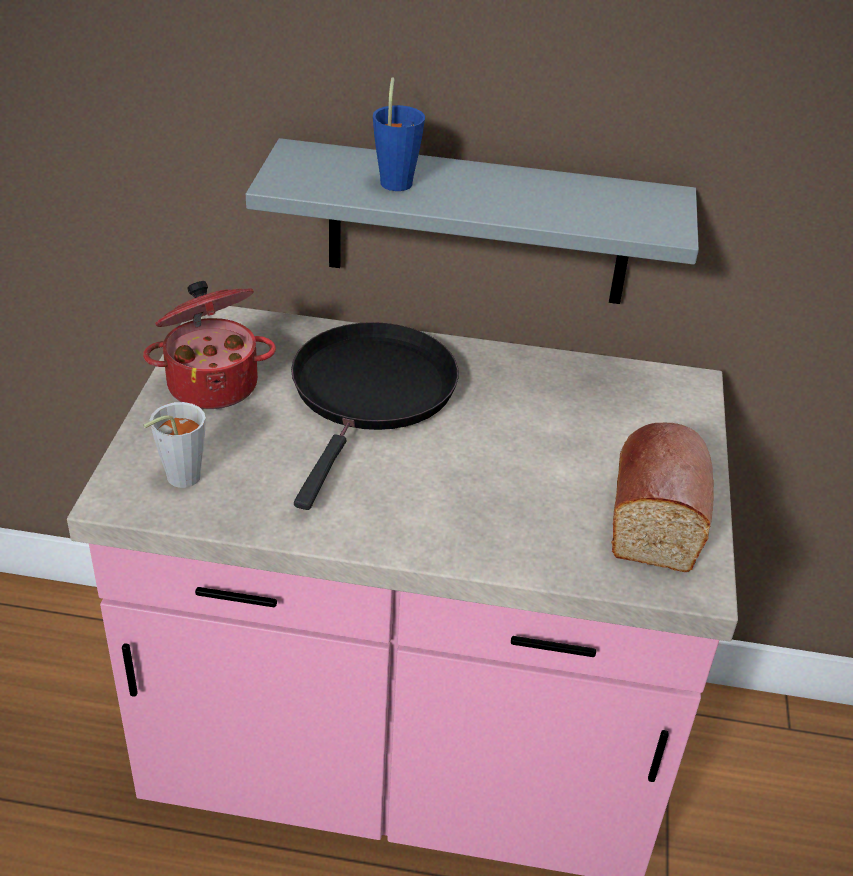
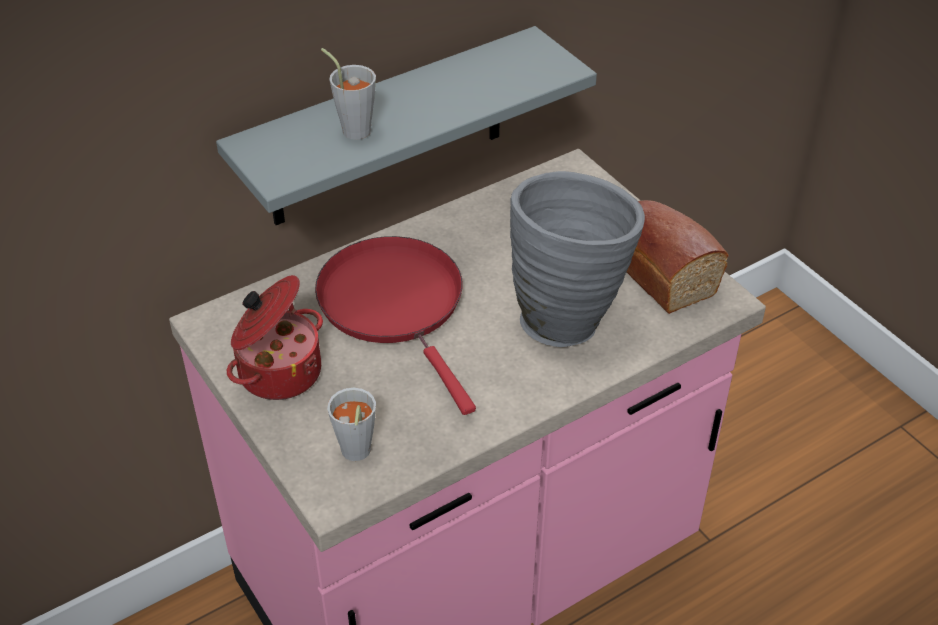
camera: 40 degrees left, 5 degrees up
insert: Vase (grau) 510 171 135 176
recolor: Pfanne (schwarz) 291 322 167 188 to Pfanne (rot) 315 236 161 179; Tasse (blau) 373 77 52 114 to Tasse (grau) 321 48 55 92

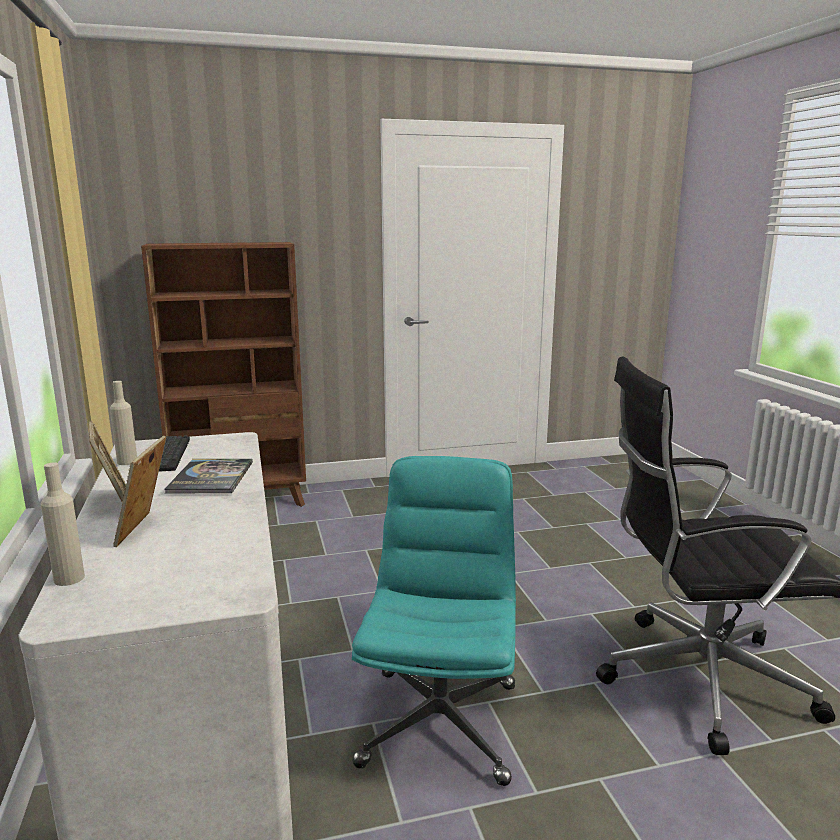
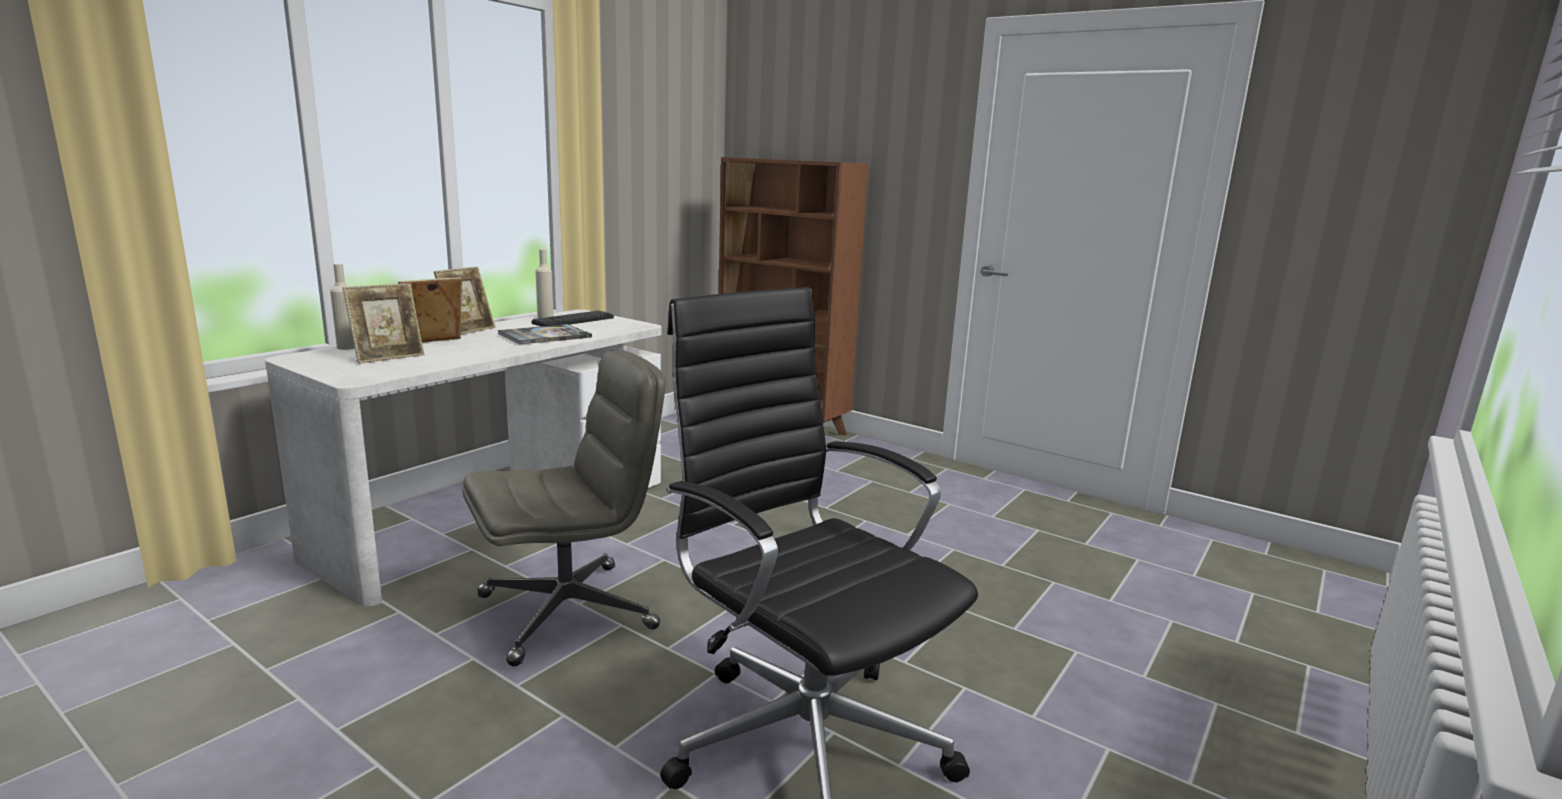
camera: 50 degrees right, 0 degrees up
insert: Bilderrahmen 343 283 81 81
recolor: Bürostuhl (türkis) 352 456 164 330 to Bürostuhl (grau) 462 350 203 317

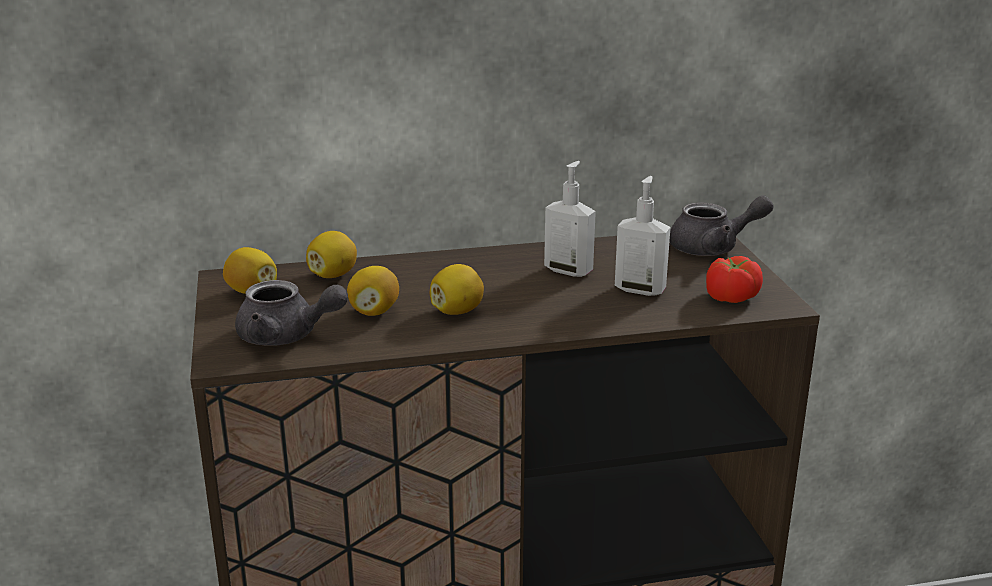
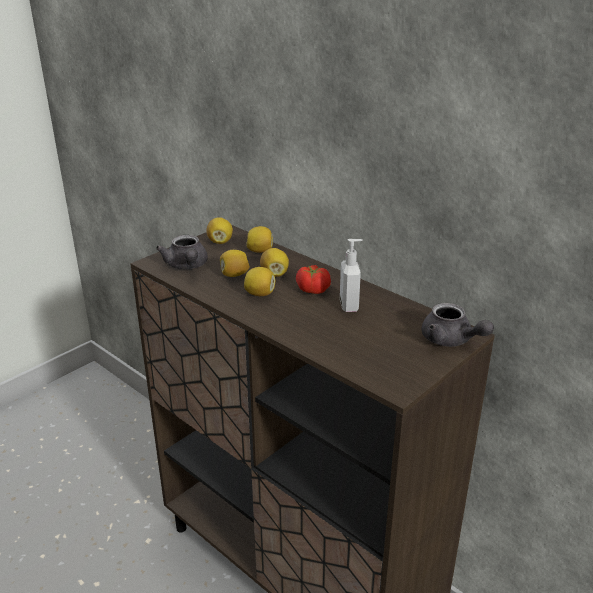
camera: 55 degrees right, 5 degrees up
delete: Seifenspender 615 176 56 120
insert: Zitrone 260 248 29 29
move: Tomate 706 256 57 47 to 296 265 35 29

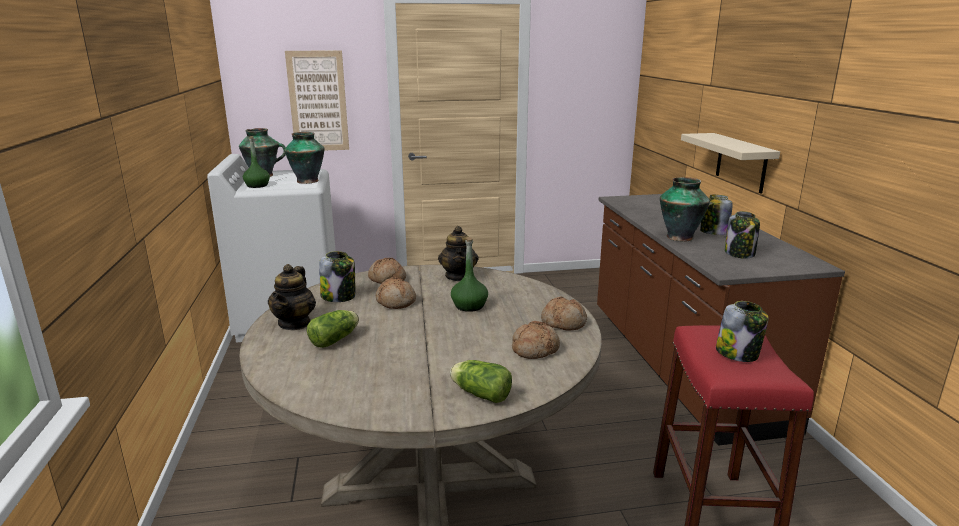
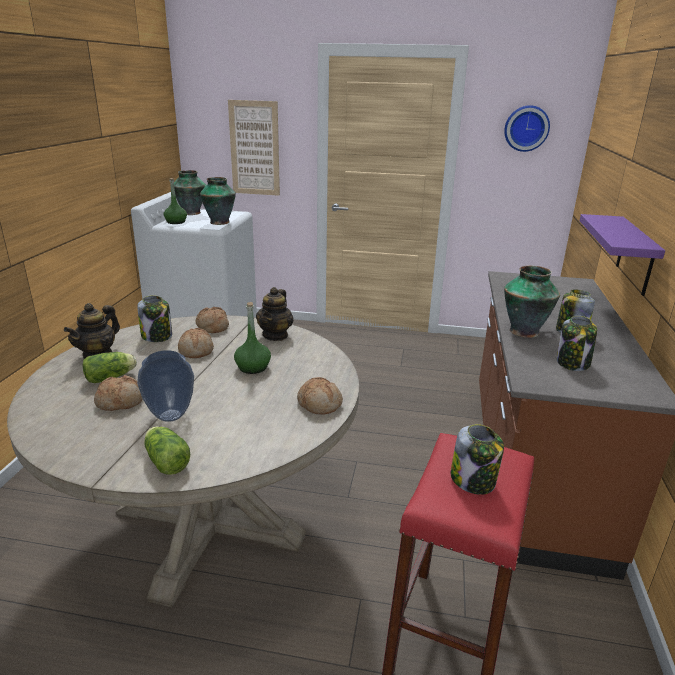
camera: 20 degrees right, 5 degrees up
insert: Vase 137 350 57 72; Wanduhr 504 105 46 47
move: Brot 512 321 48 38 to 94 375 49 36
recolor: Wandregal (beige) 681 133 99 60 to Wandregal (lila) 579 214 86 82

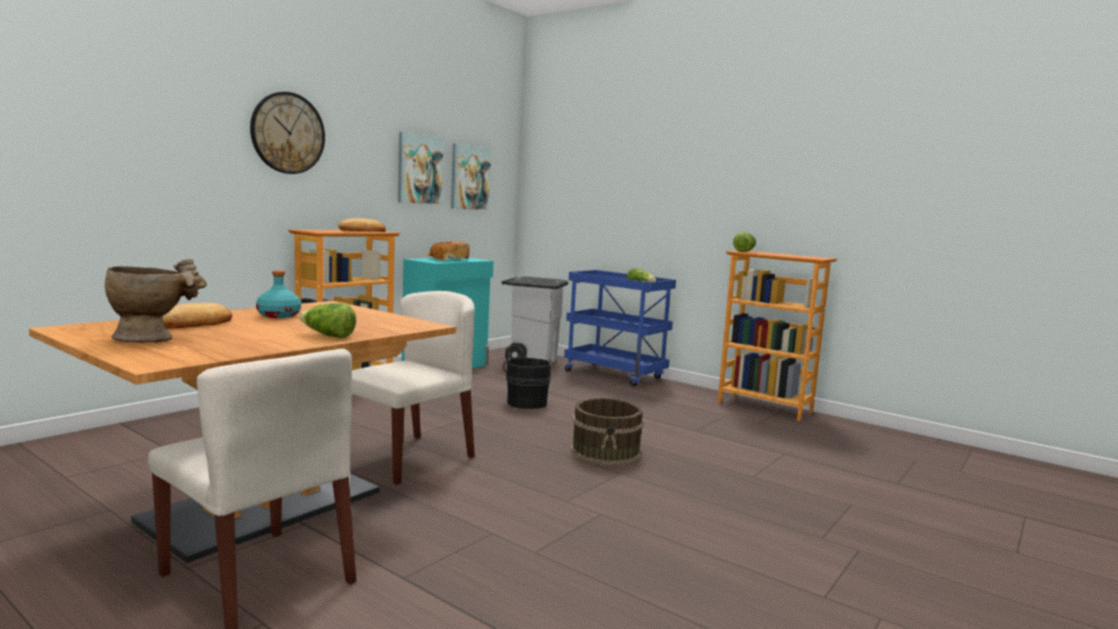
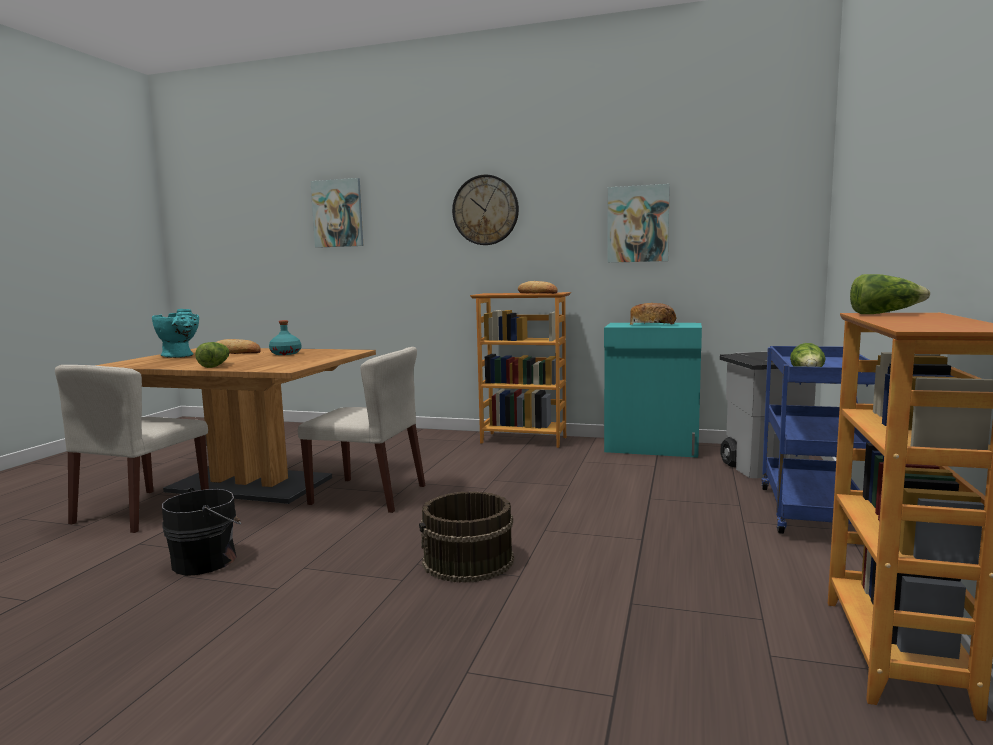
camera: 70 degrees right, 0 degrees up
move: Bild 451 143 40 67 to 311 178 52 70; Eimer (schwarz) 503 357 49 52 to 162 488 79 88
recolor: Vase (beige) 105 259 102 84 to Vase (türkis) 152 309 47 49

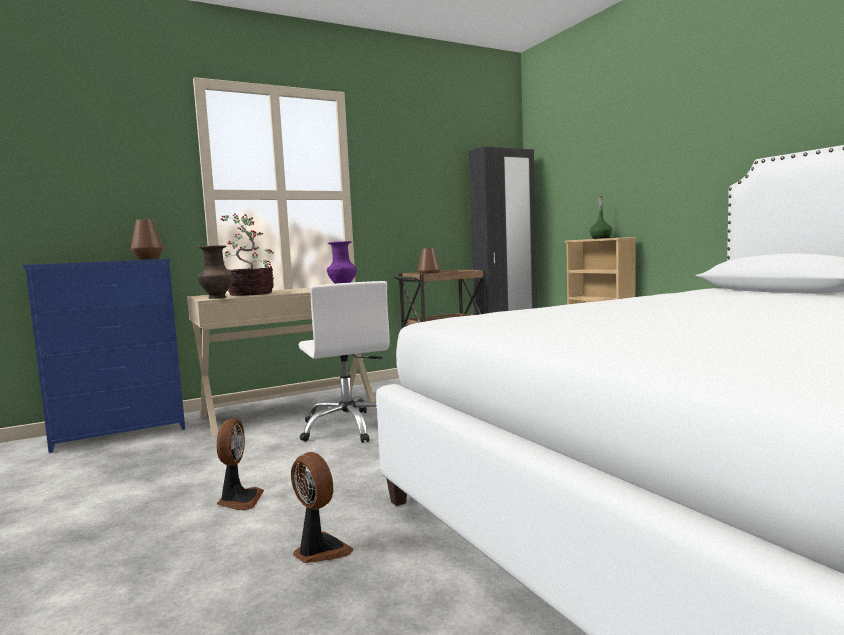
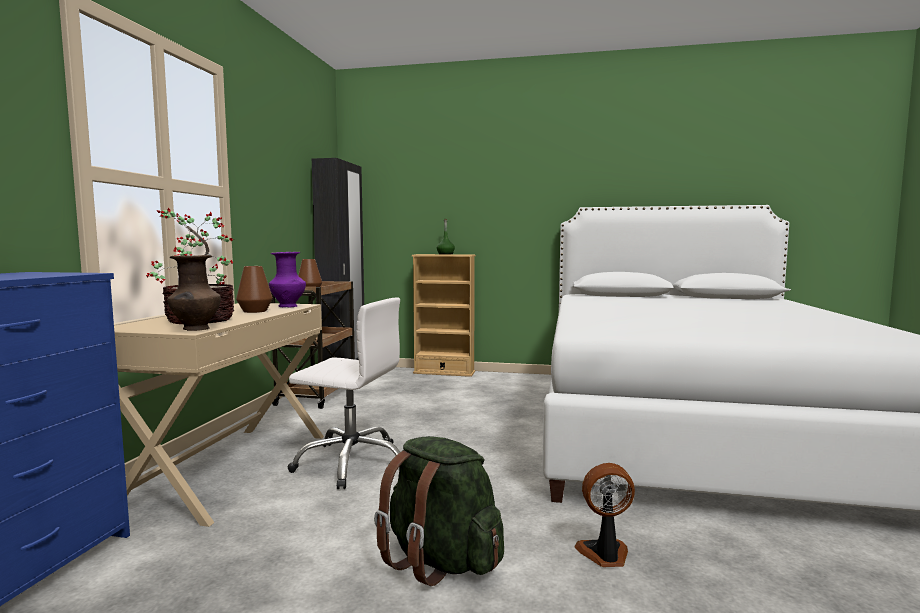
camera: 50 degrees left, 0 degrees up
move: Vase (braun) 131 219 33 41 to 236 266 37 47
replace: Ventilator 216 419 48 91 to Rucksack (grün) 374 436 130 150

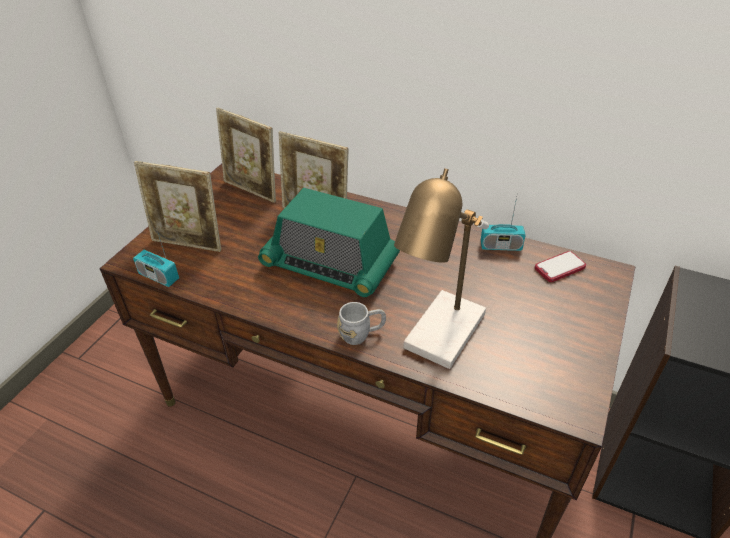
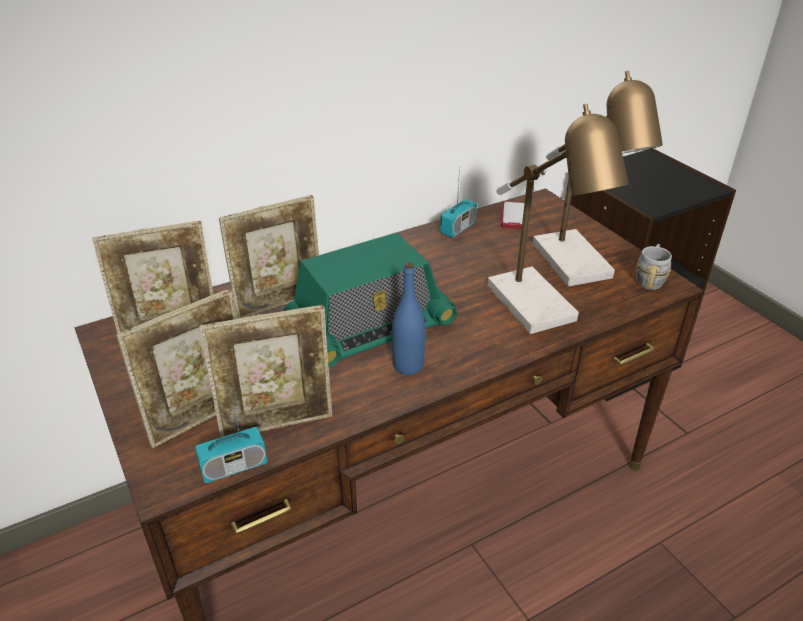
camera: 55 degrees left, 5 degrees down
insert: Bilderrahmen 200 305 133 133; Flasche (blau) 392 262 33 113; Tischlampe 533 71 130 216
move: Henkelbecher (grau) 337 302 49 43 to 636 244 36 46

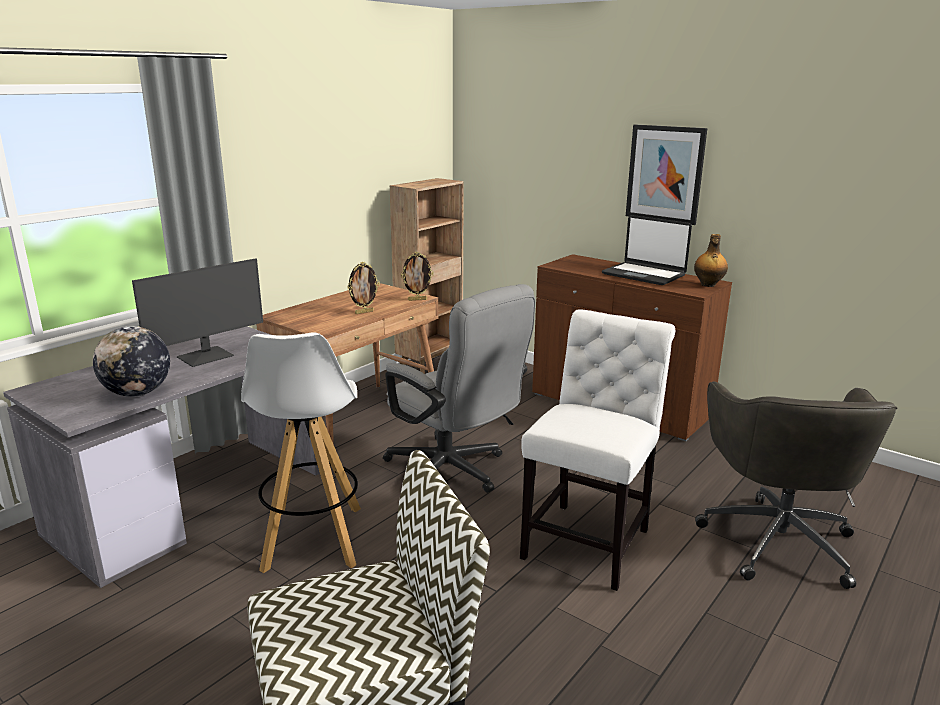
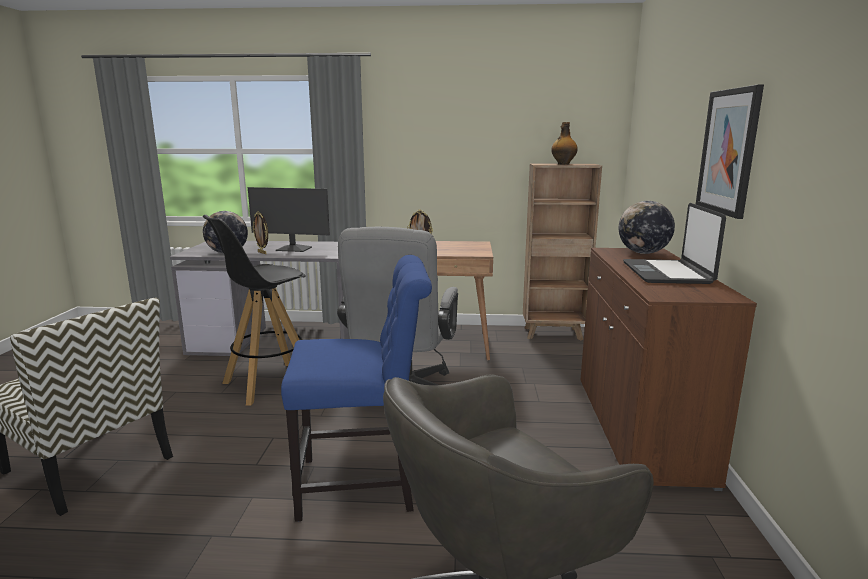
camera: 55 degrees right, 5 degrees down
insert: Globus 619 201 56 53
move: Bilderrahmen 401 252 33 49 to 252 211 16 43; Flasche 694 234 34 53 to 551 122 27 43
recolor: Hocker (weiß) 241 332 120 241 to Hocker (schwarz) 203 215 103 191; Stuhl (weiß) 520 309 155 282 to Stuhl (blau) 281 255 151 267

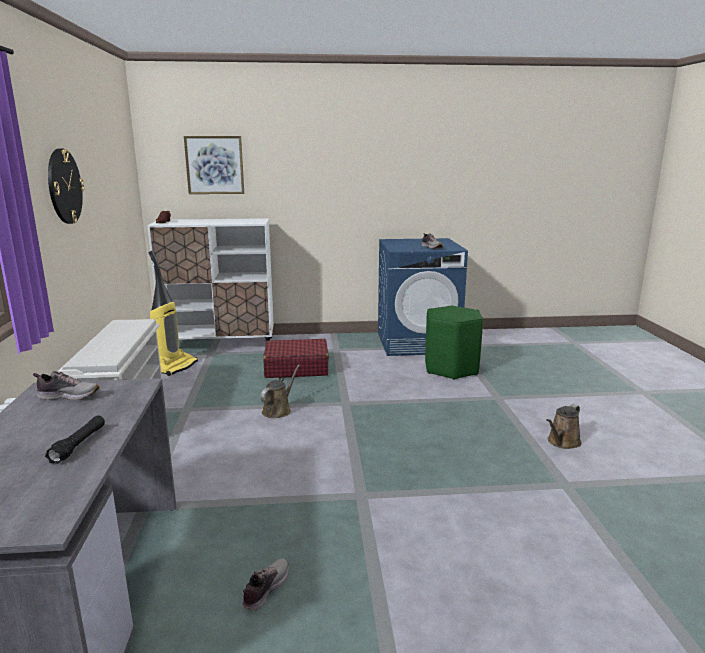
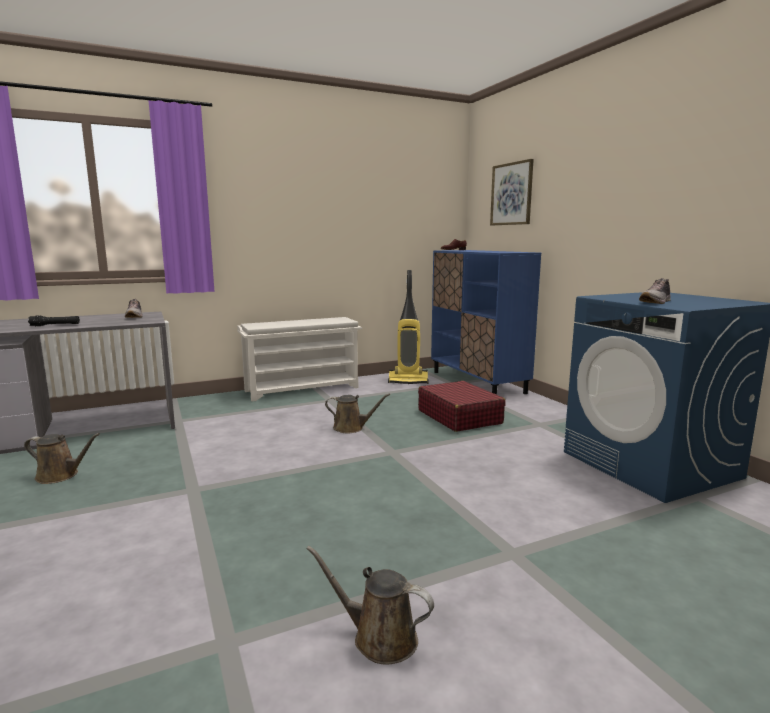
camera: 70 degrees right, 5 degrees down
delete: Wanduhr 48 148 36 76; Hocker (grün) 425 306 58 74
replace: Schuh 243 558 46 53 to Gießkanne (braun) 24 433 76 51
recolor: Schrank (weiß) 147 218 127 123 to Schrank (blau) 431 250 110 145

